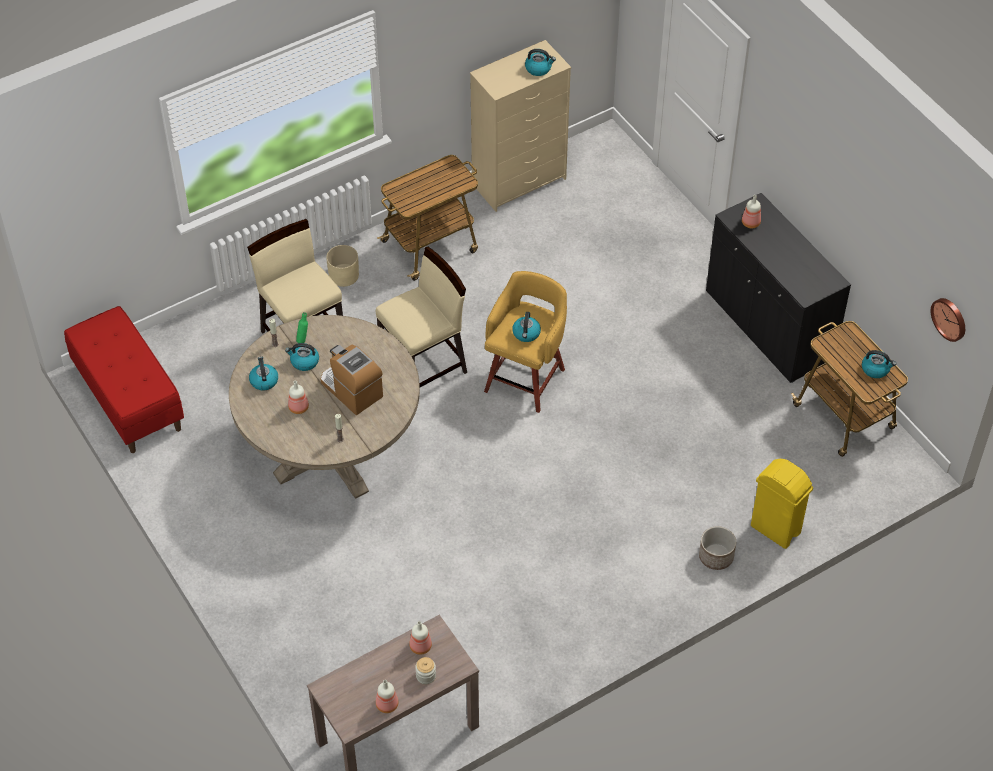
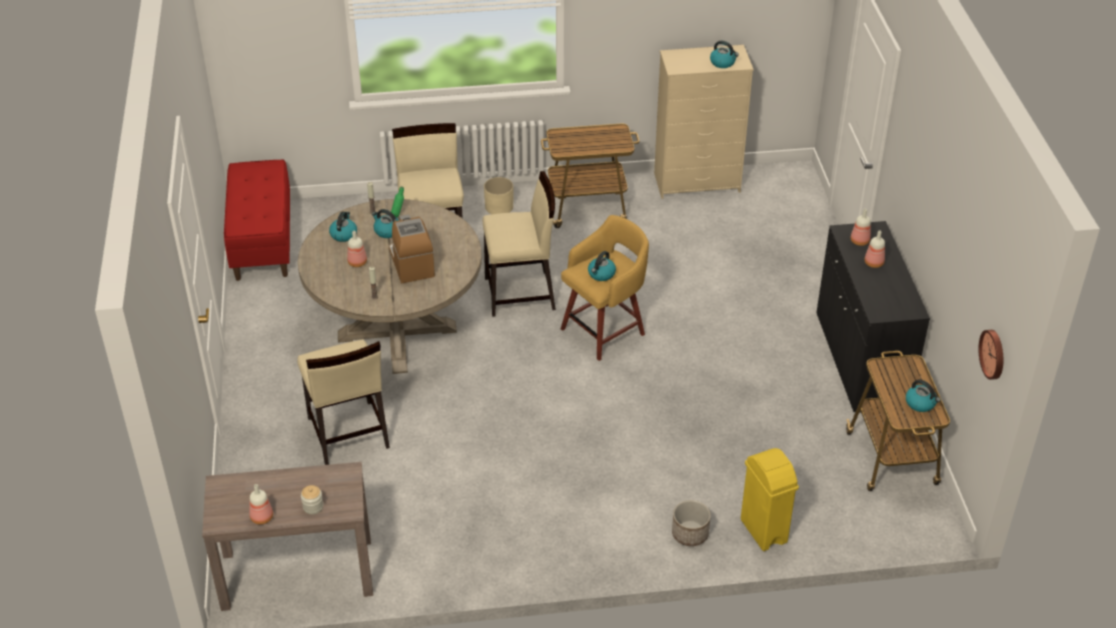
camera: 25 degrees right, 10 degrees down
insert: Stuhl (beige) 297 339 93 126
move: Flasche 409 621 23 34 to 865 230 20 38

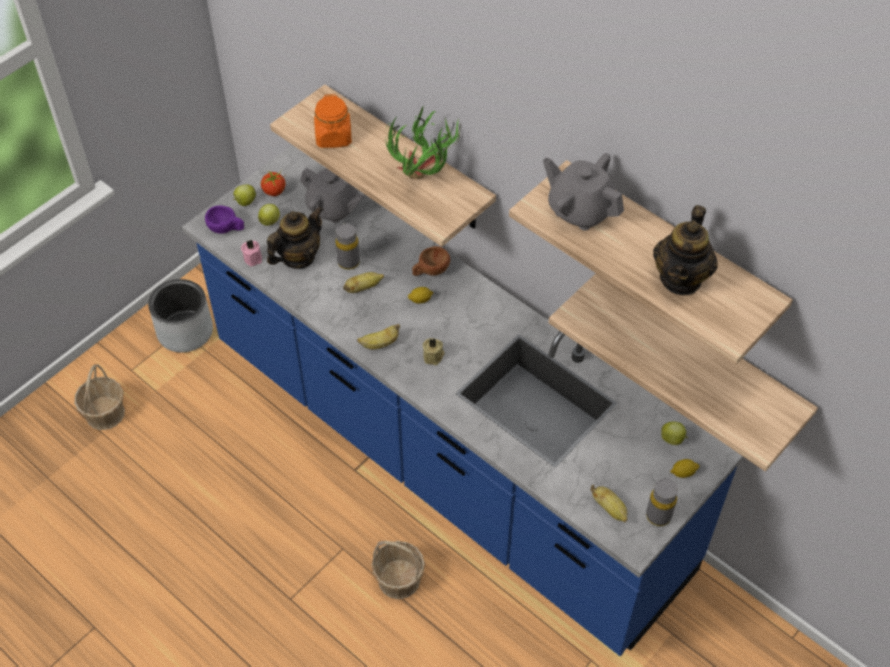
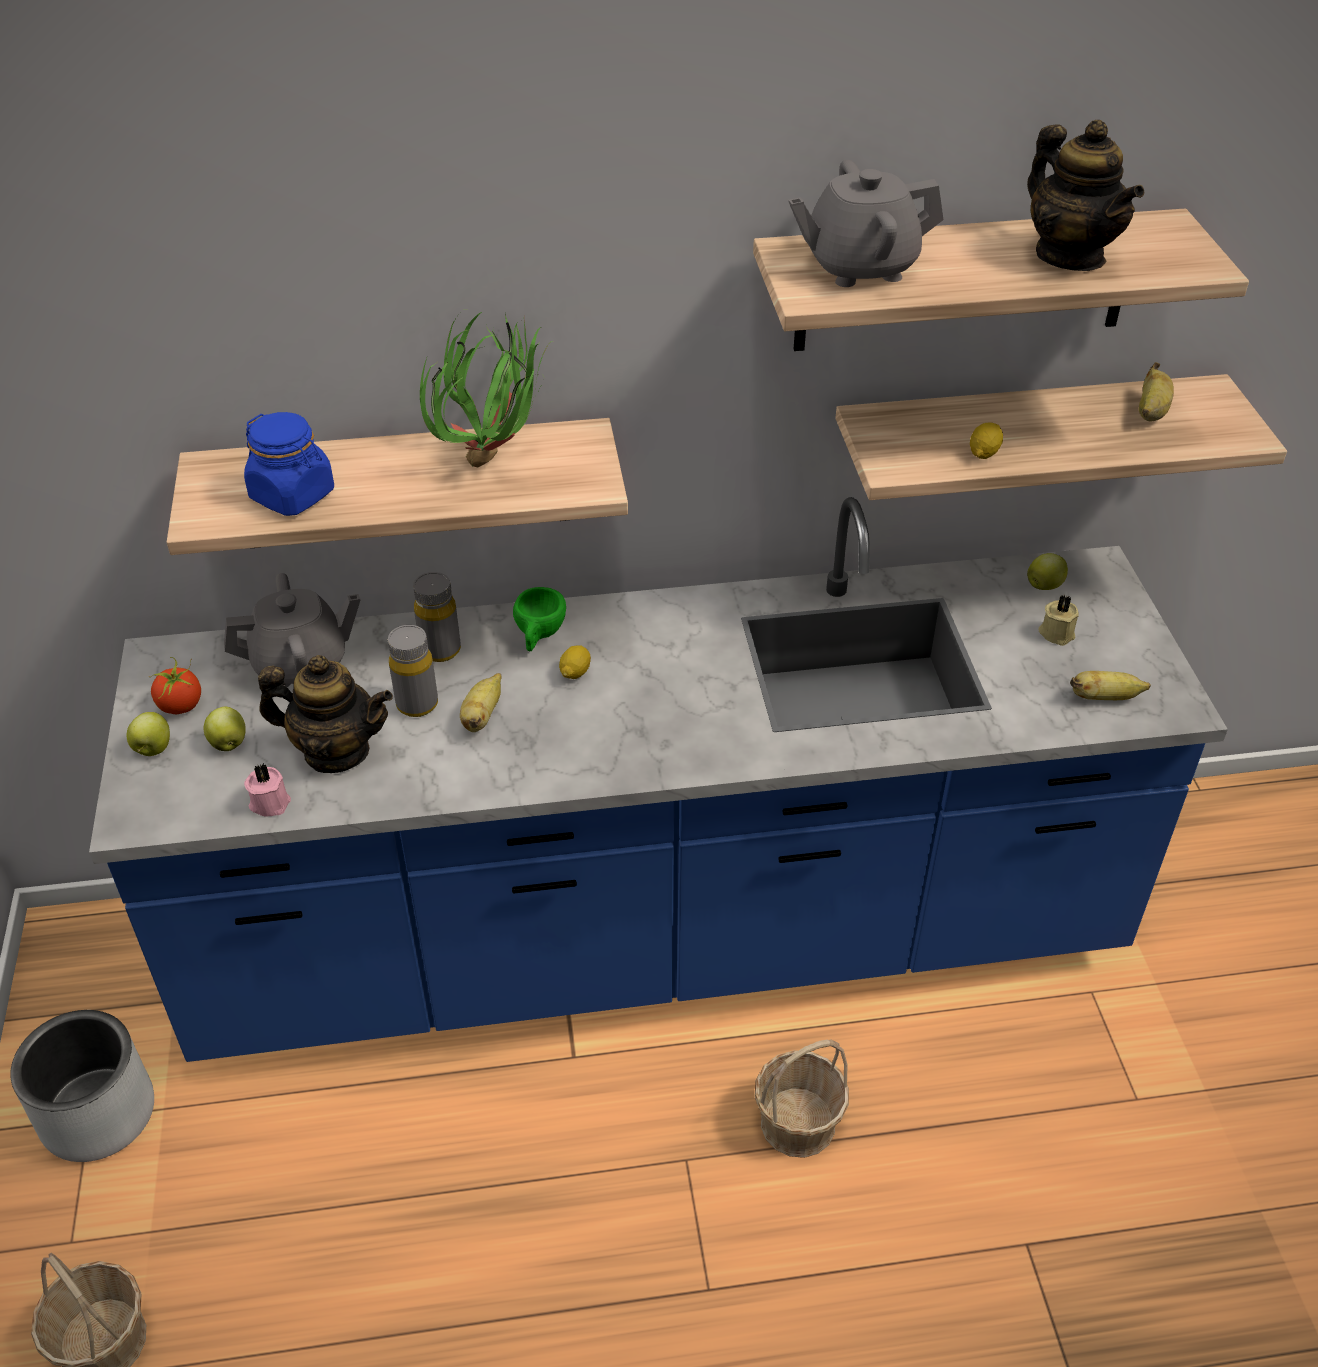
camera: 50 degrees left, 10 degrees down
delete: Tasse (lila) 205 205 39 29
move: Banane 357 324 43 25 to 1139 362 35 59; Kerze (beige) 423 338 22 27 to 1038 595 41 51; Flasche (grau) 646 478 32 48 to 413 572 48 90; Zitrone 670 459 30 19 to 970 422 33 37
recolor: Vorratsglas (orange) 314 94 38 54 to Vorratsglas (blau) 244 412 90 104; Tasse (braun) 412 246 38 30 to Tasse (grün) 513 587 53 65
rotate: Teekanne 267 207 56 62 = 258 655 135 118 105 degrees clockwise

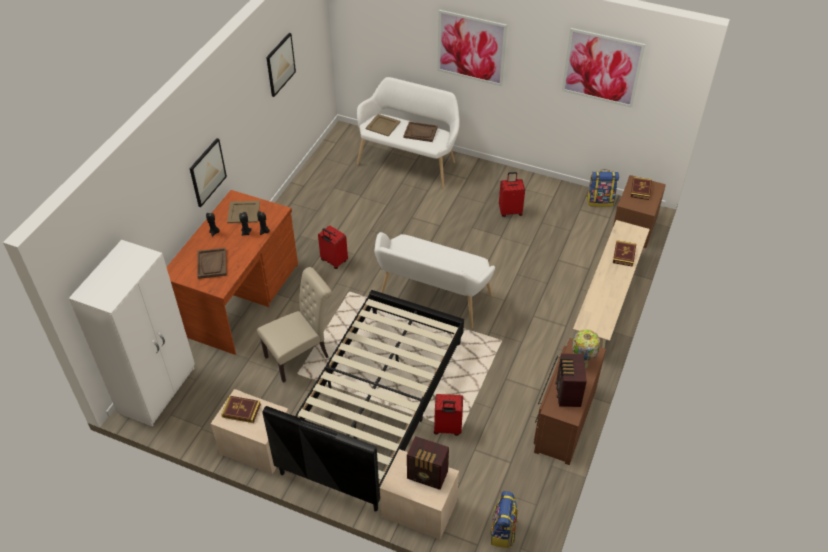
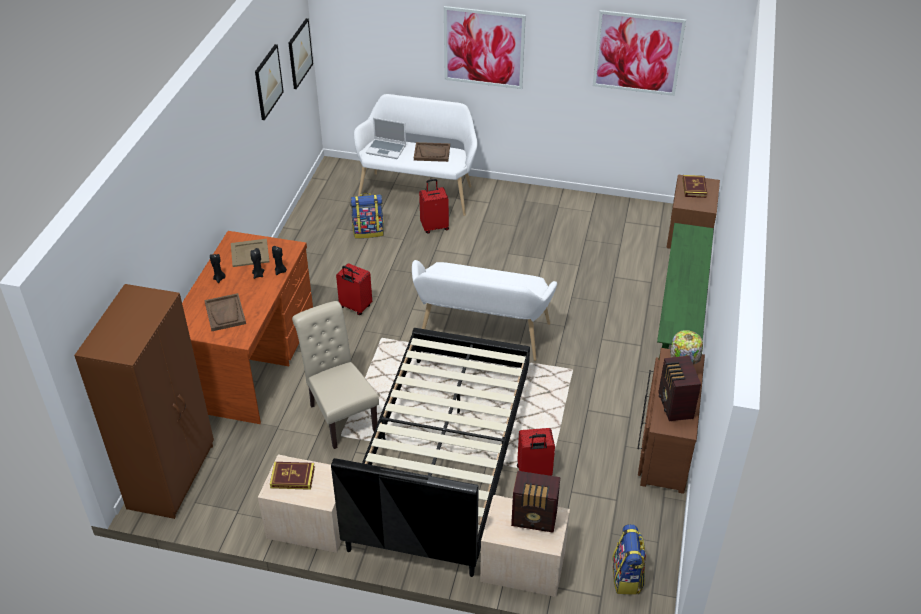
camera: 10 degrees left, 5 degrees down
delete: Buch 613 240 23 27
move: Bild 189 138 38 69 to 289 18 24 71; Koffer (rot) 499 172 26 45 to 419 179 30 55; Rucksack 587 169 32 38 to 350 193 34 46
replace: Tablett (beige) 365 114 36 23 to Laptop 366 118 40 41
recolor: Kleiderschrank (weiß) 69 240 126 187 to Kleiderschrank (braun) 74 284 140 235; Bank (beige) 573 220 77 129 to Bank (grün) 657 223 57 134
rotate: Stuhl (beige) 257 267 75 116 = 292 301 87 148 75 degrees counterclockwise

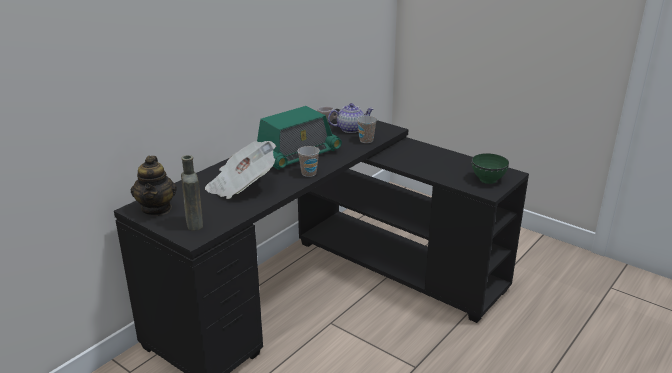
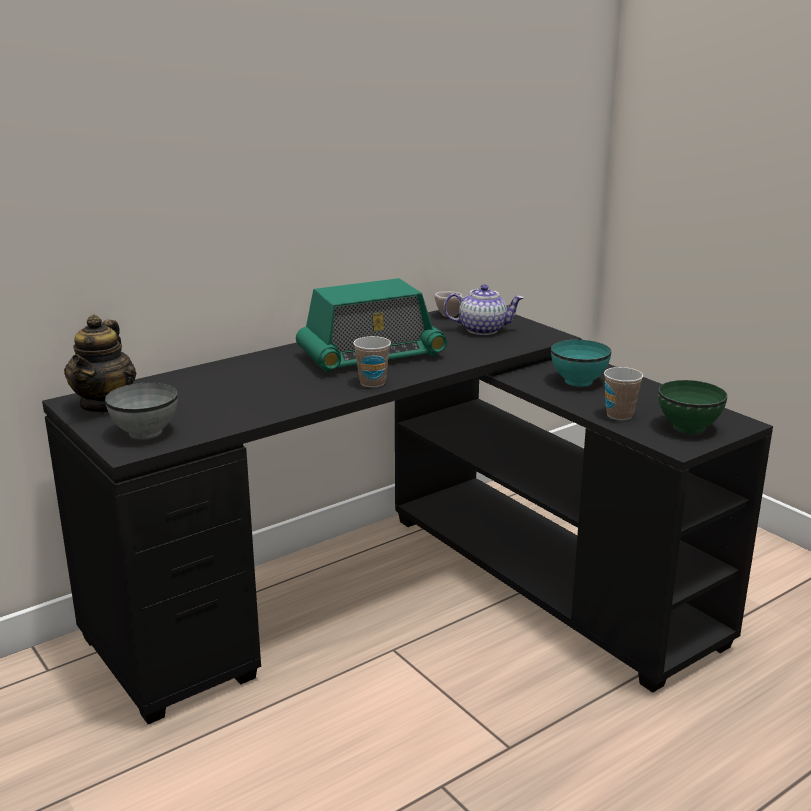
camera: 15 degrees right, 5 degrees down
delete: Zeitung 205 141 71 58
insert: Schüssel (türkis) 551 340 60 47
move: Tasse 357 116 20 27 to 604 367 39 53
replace: Flasche (braun) 181 155 22 76 to Schüssel (grau) 105 382 73 57

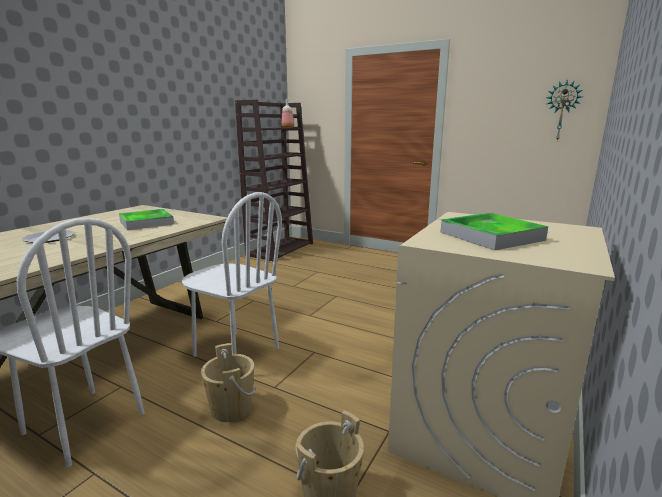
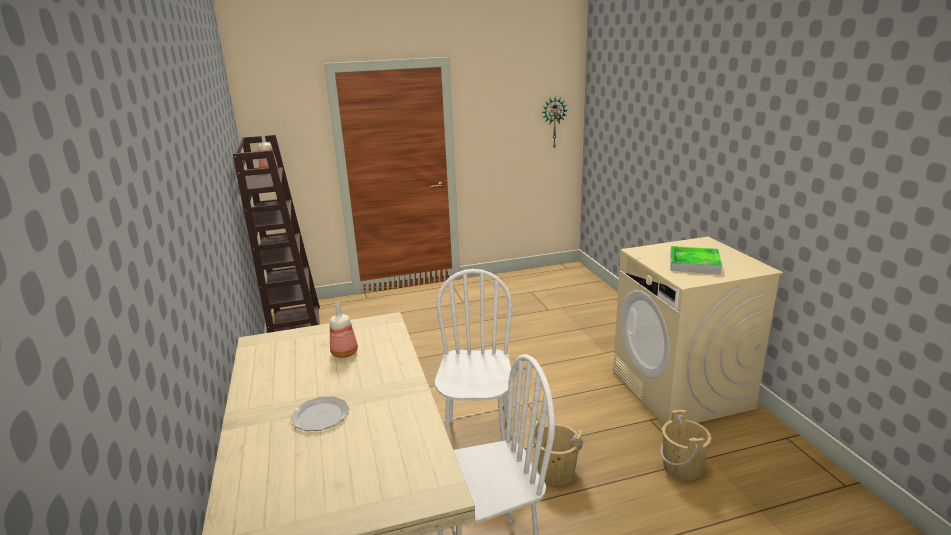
camera: 45 degrees left, 5 degrees up
replace: Tablett 119 209 55 21 to Flasche 330 302 28 56
rotate: Stuhl (weiß) 182 192 100 165 = 435 269 78 172 75 degrees counterclockwise

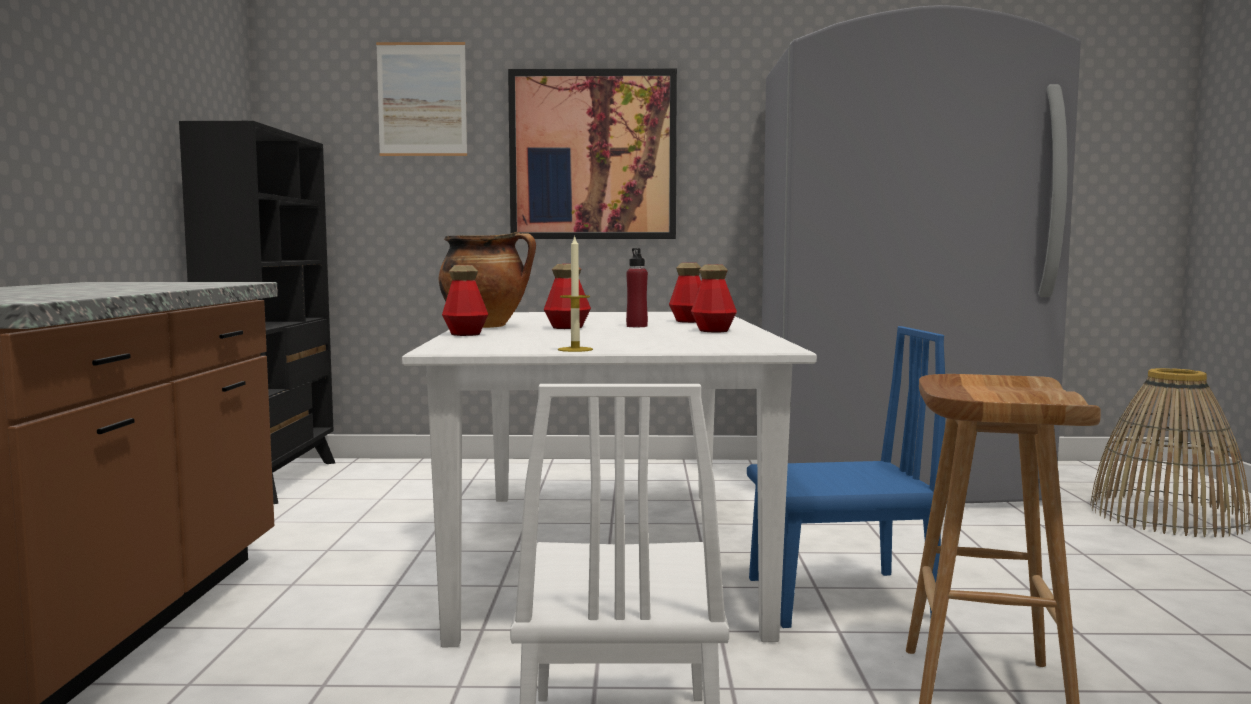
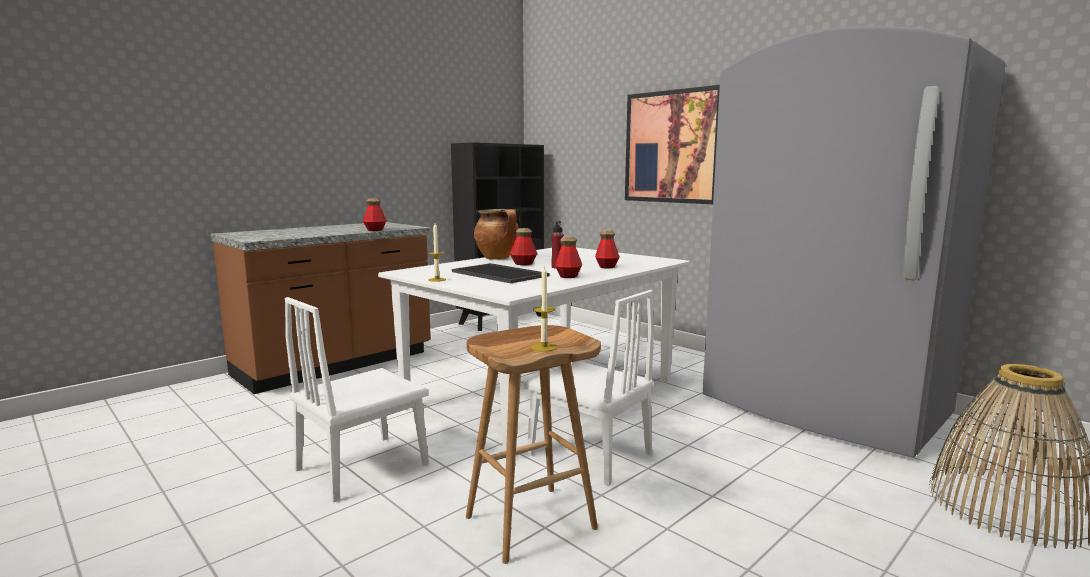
camera: 45 degrees right, 5 degrees up
delete: Bild 376 42 91 114
insert: Tablett 452 263 97 20; Kerze 532 266 25 86
move: Flasche 442 265 46 71 to 363 198 24 33
recolor: Stuhl (blau) 747 326 198 302 to Stuhl (weiß) 524 290 130 196

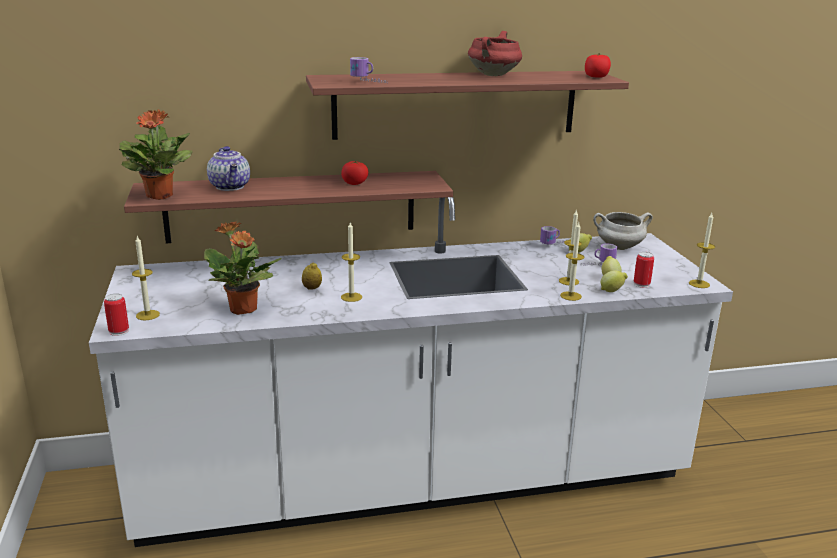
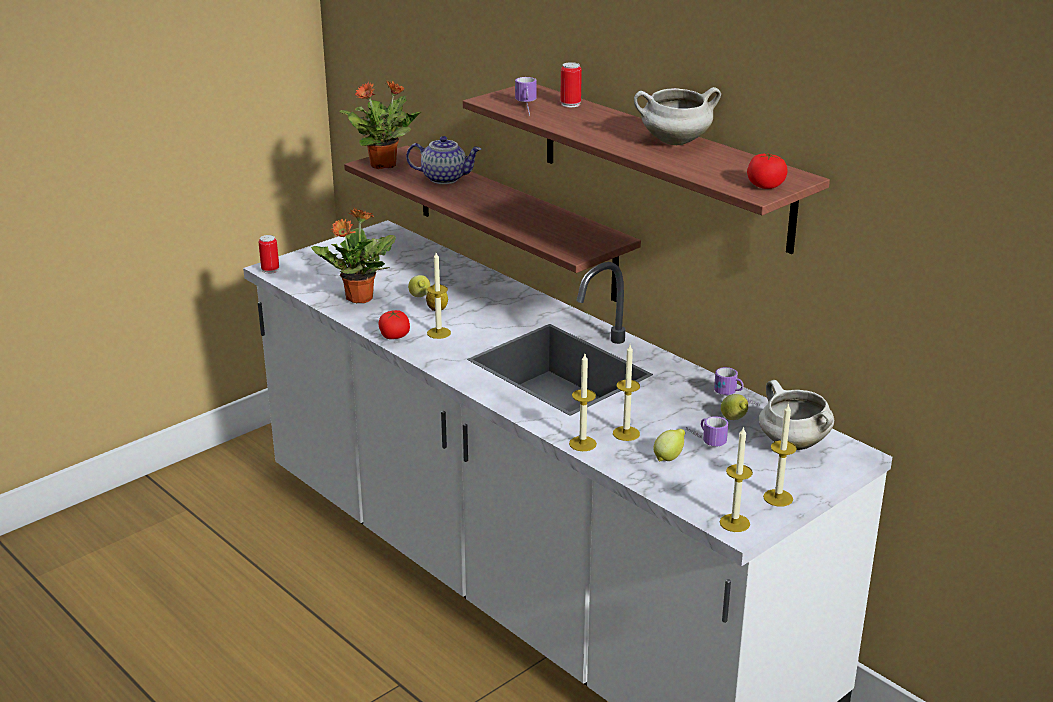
camera: 60 degrees right, 5 degrees up
move: Kerze 132 236 28 84 to 763 403 34 104; Tomate 341 161 27 24 to 378 310 32 29; Zitrone 601 271 27 21 to 408 275 22 22; Dose 634 252 20 36 to 560 62 22 45
recolor: Kochtopf (rot) 468 31 54 45 to Kochtopf (weiß) 634 87 87 58
rotate: Teekanne 207 146 43 45 = 406 136 76 48 120 degrees counterclockwise

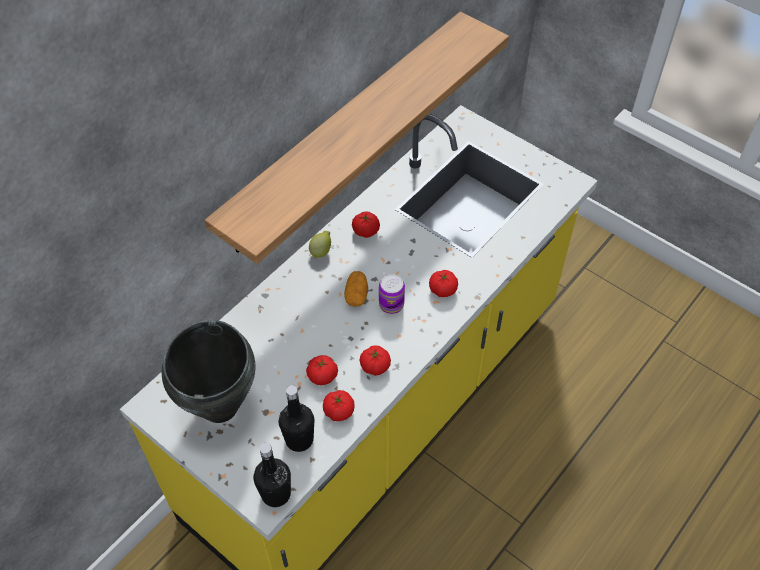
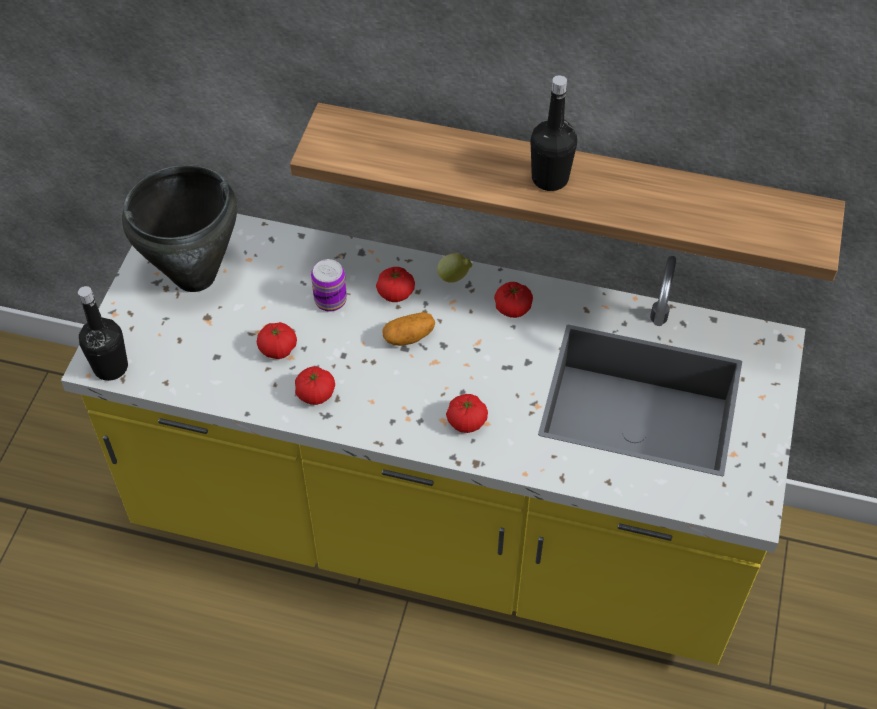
camera: 65 degrees right, 0 degrees up
move: Flasche (schwarz) 279 385 35 67 to 530 75 47 116; Tomate 323 390 32 31 to 376 267 39 35; Dose 379 274 26 40 to 311 259 36 53

